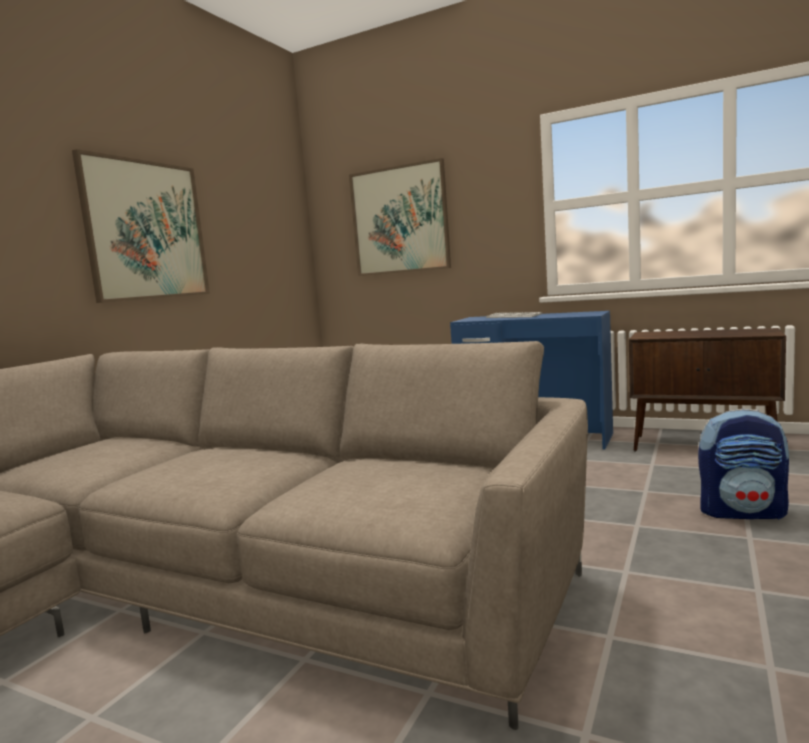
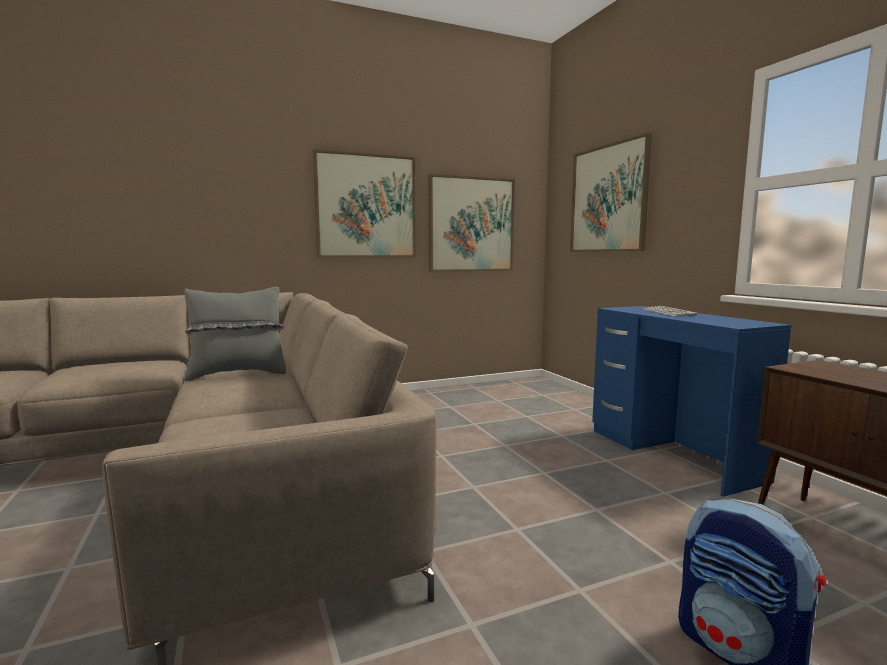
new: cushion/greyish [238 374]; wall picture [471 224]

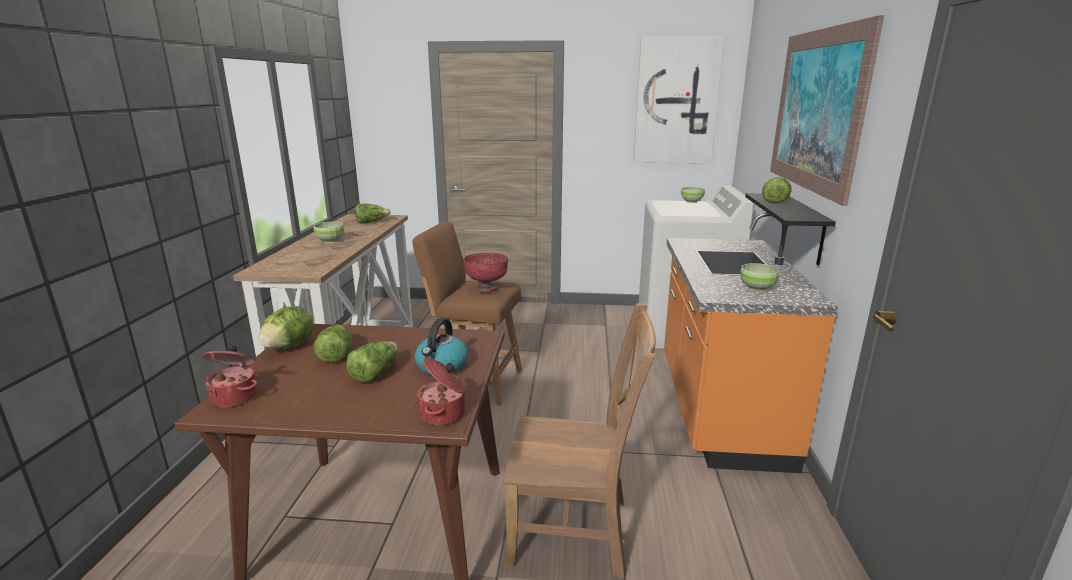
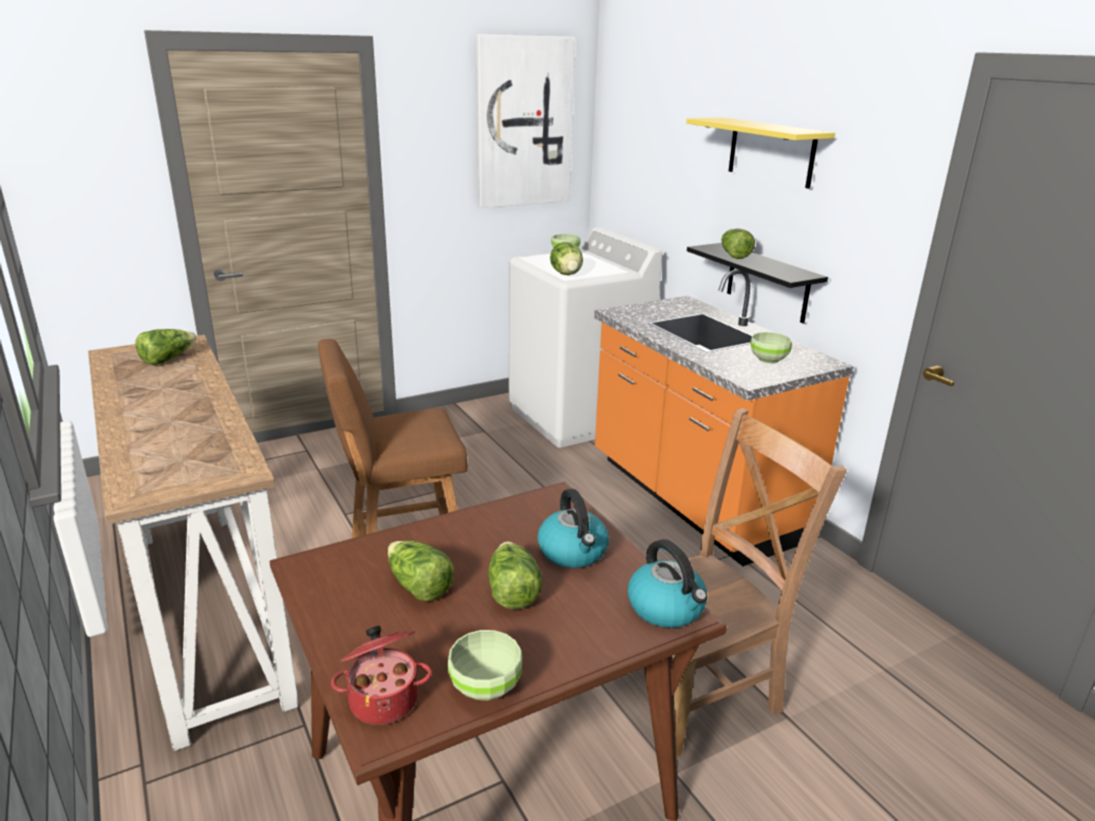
gone: serving bowl/reddish [486 289]
shifted: lettuce [289 347] to [566 274]; serving bowl/greenish [330 241] to [485 688]
swapped: stockpot [444 414] to kettle [667 608]; wall picture [816 110] to bracket shelf/yellow [771 152]

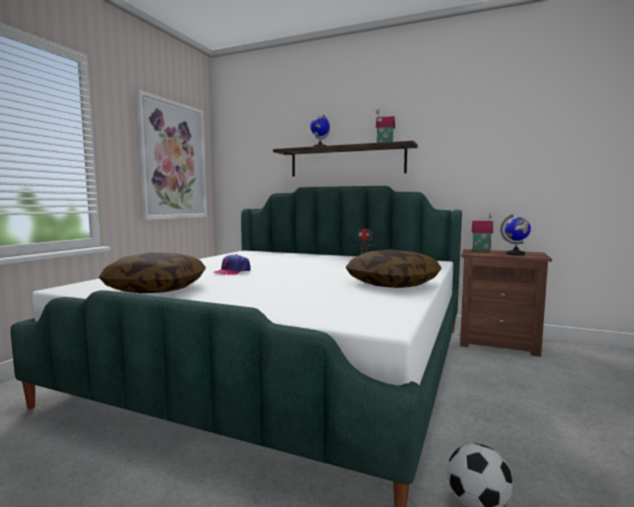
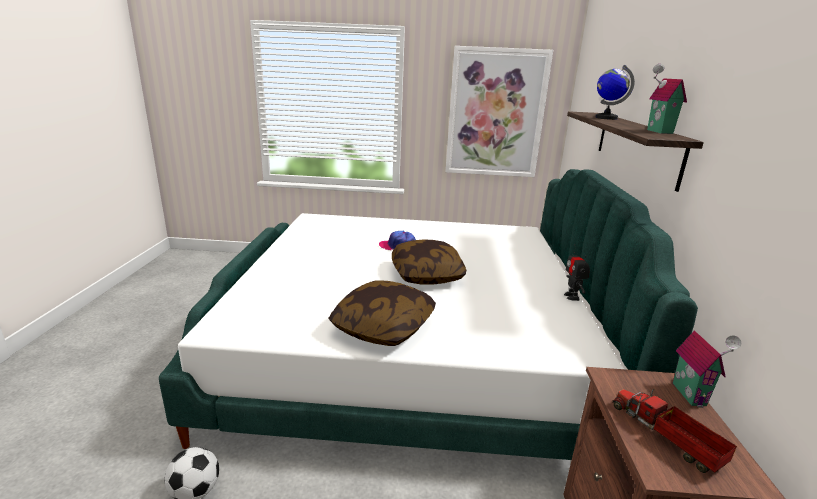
shifted: cushion [157 289] to [427 275]
swapped: desk globe [515 254] to toy truck [667 437]

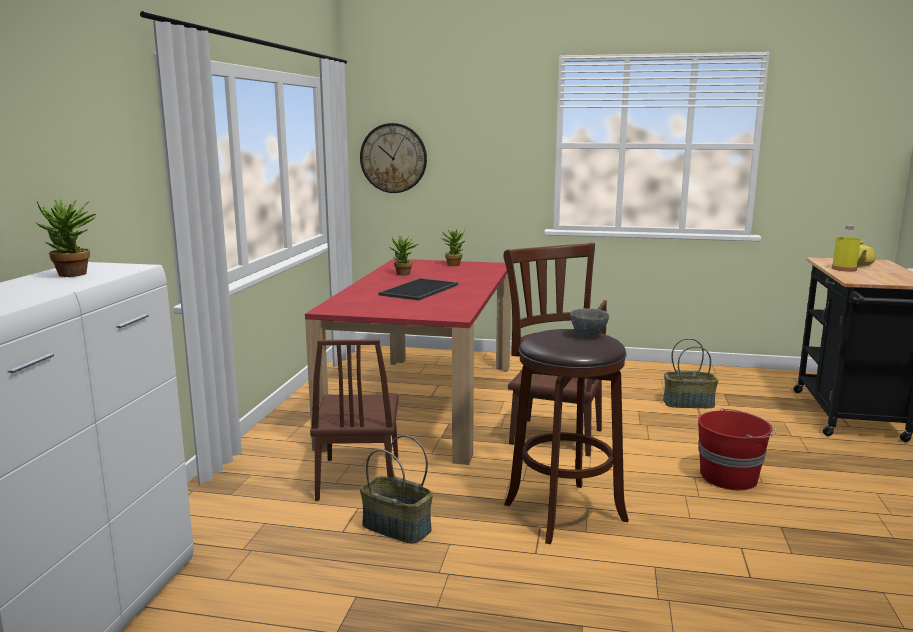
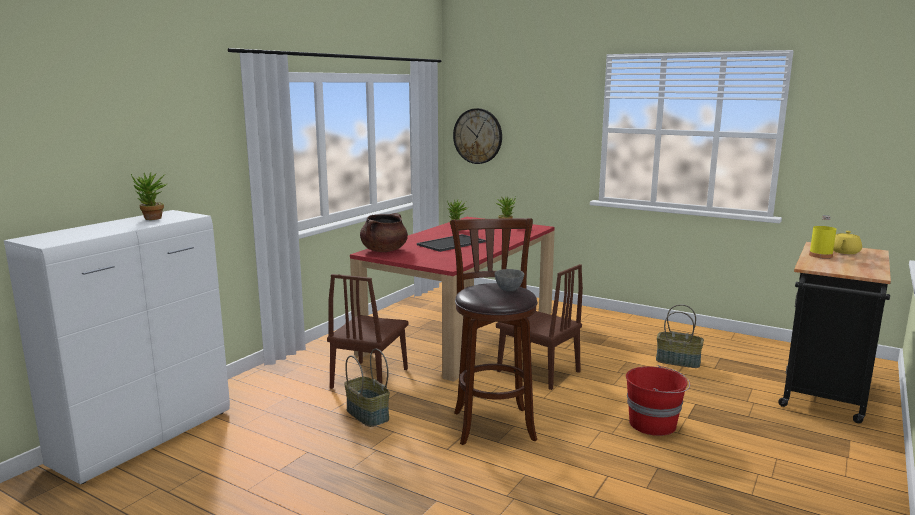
new: stockpot/brown-coloured [384 250]

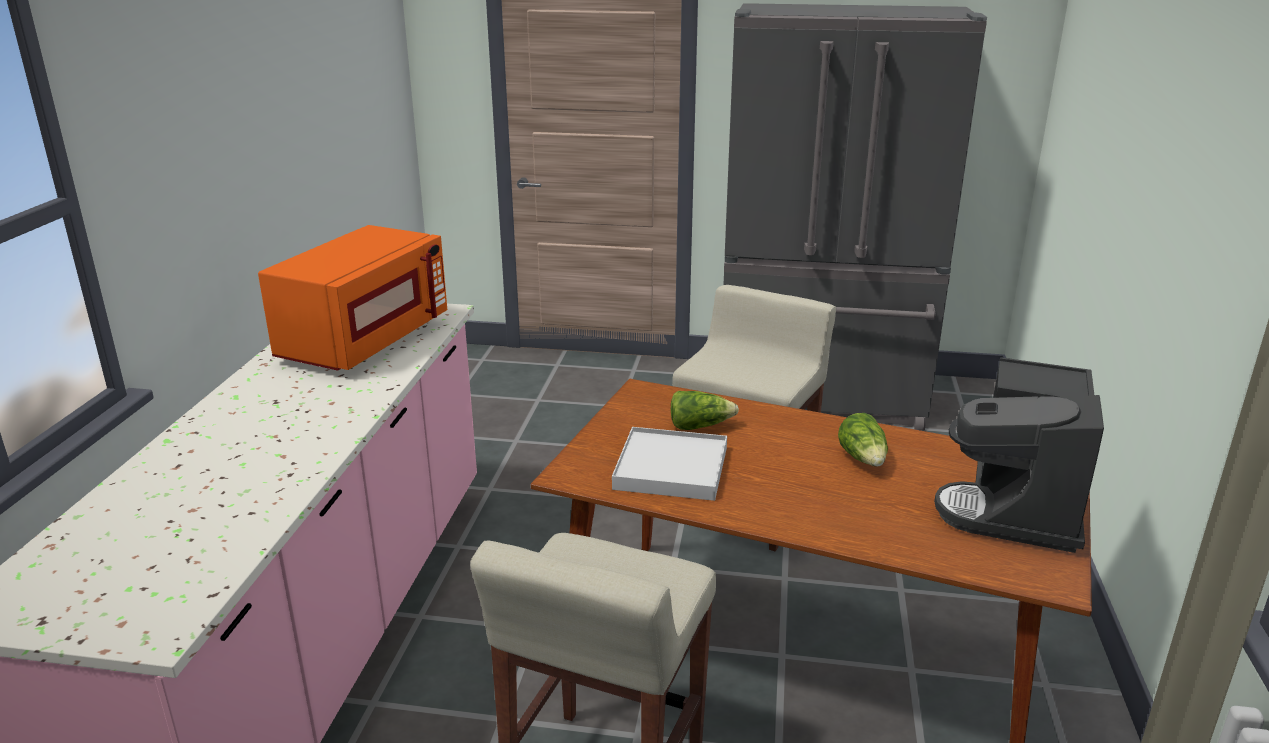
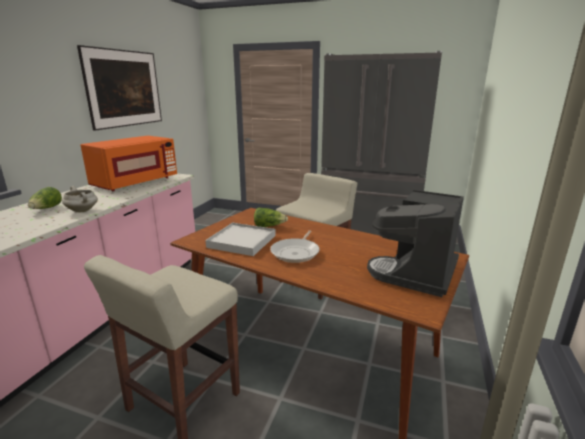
new: stockpot/whitish [83 211]; wall picture [127 107]; frying pan [296 252]
shifted: lettuce [863 459] to [46 209]

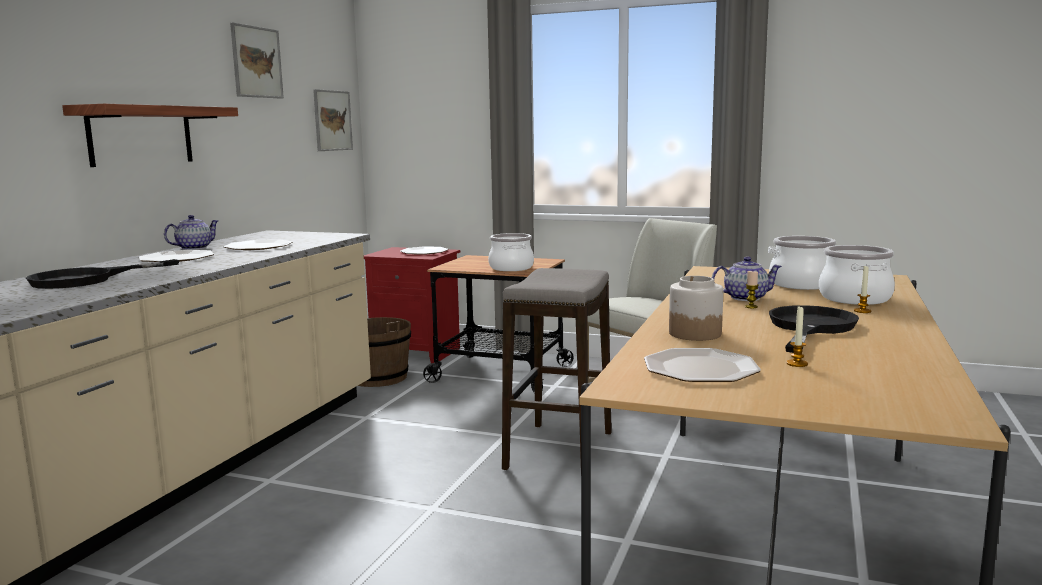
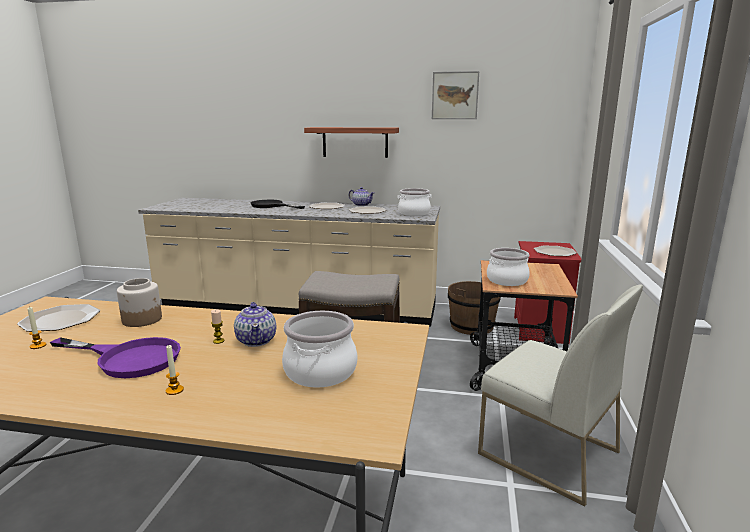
gone: wall picture [332 120]
shifted: stockpot [854 298] to [414 213]
repainted: frying pan/black-coloured [809 328] to frying pan/purple-coloured [129 358]

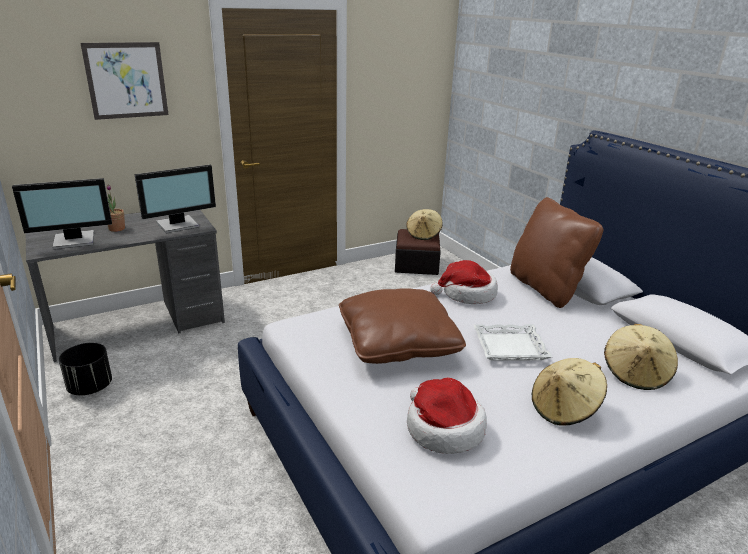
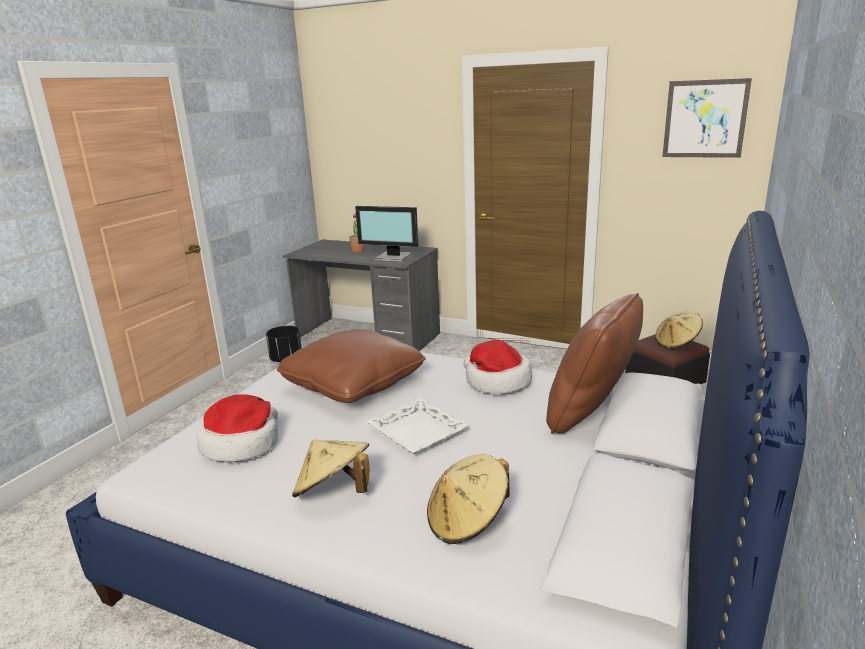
gone: computer screen [74 241]
shifted: wall picture [126 80] to [705 119]

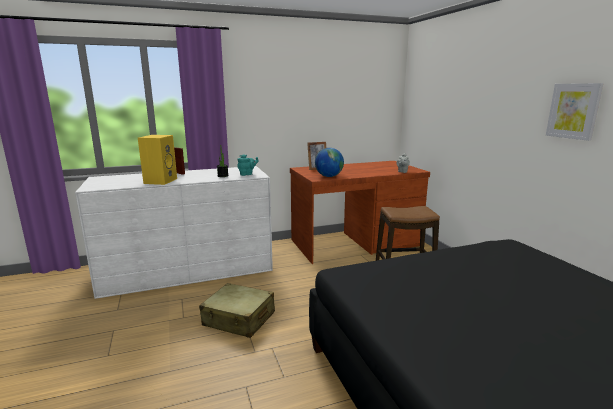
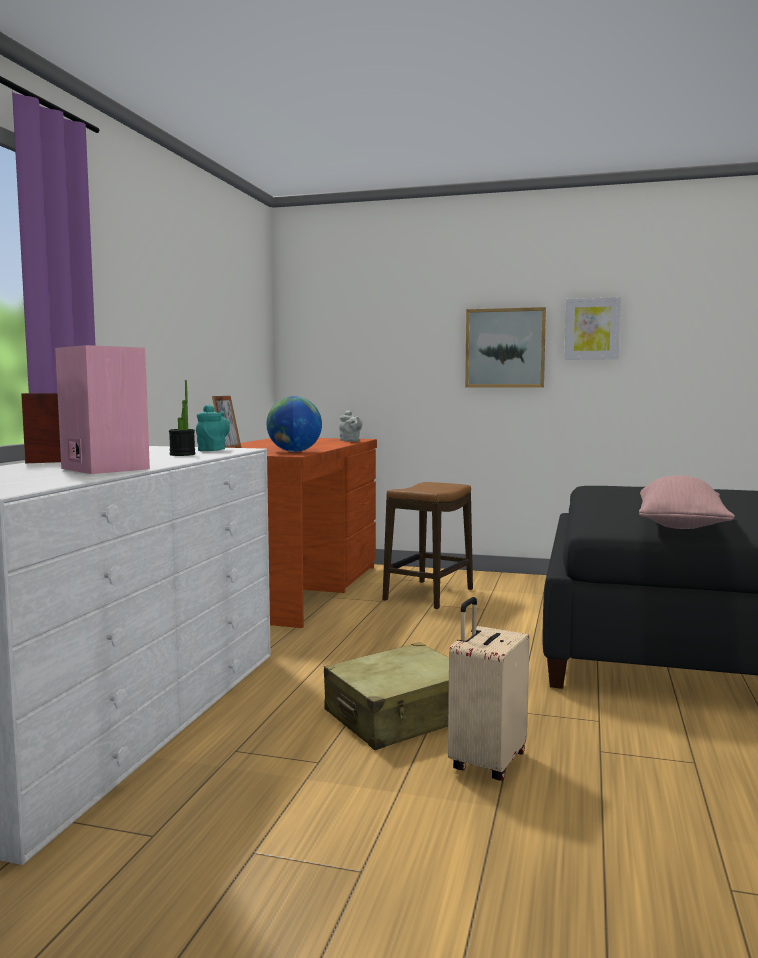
new: travel case/beige [486 762]; wall picture [505 348]; cushion/pink-coloured [681 526]
repainted: speaker/yellow [160 181] to speaker/pink-coloured [102 469]

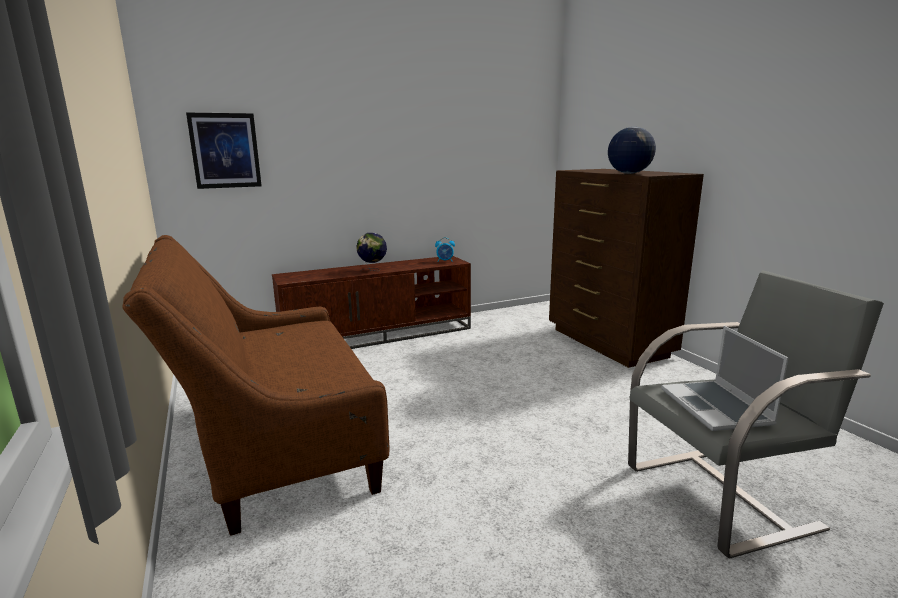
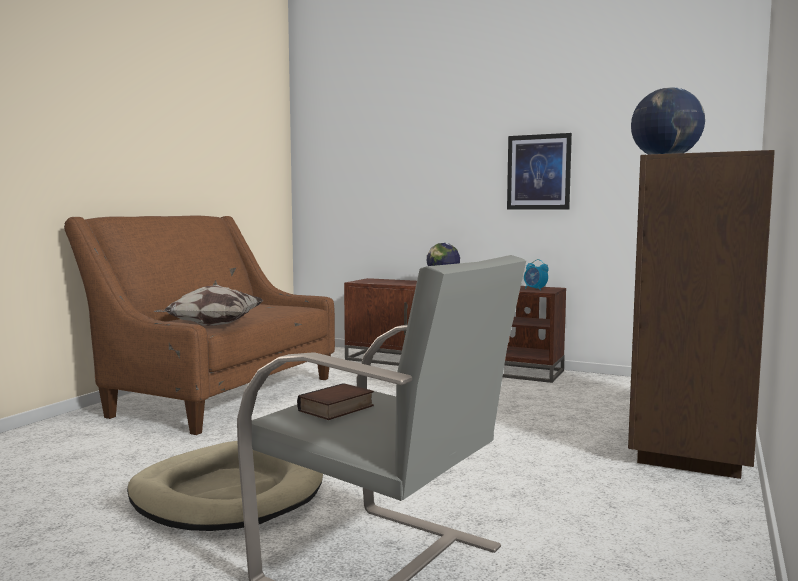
new: pet bed/beige [227 494]; cushion [212 325]
shifted: wall picture [225 151] to [538 172]
swapped: laptop [717 407] to book [337 409]

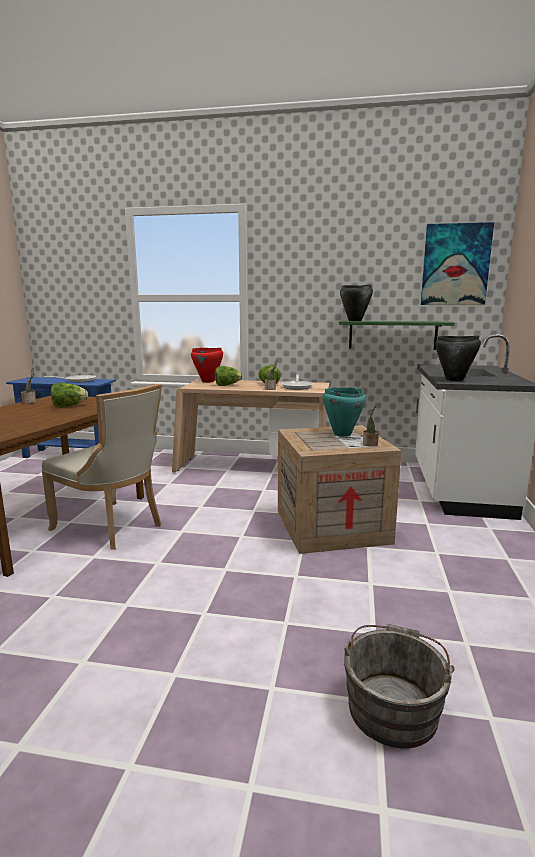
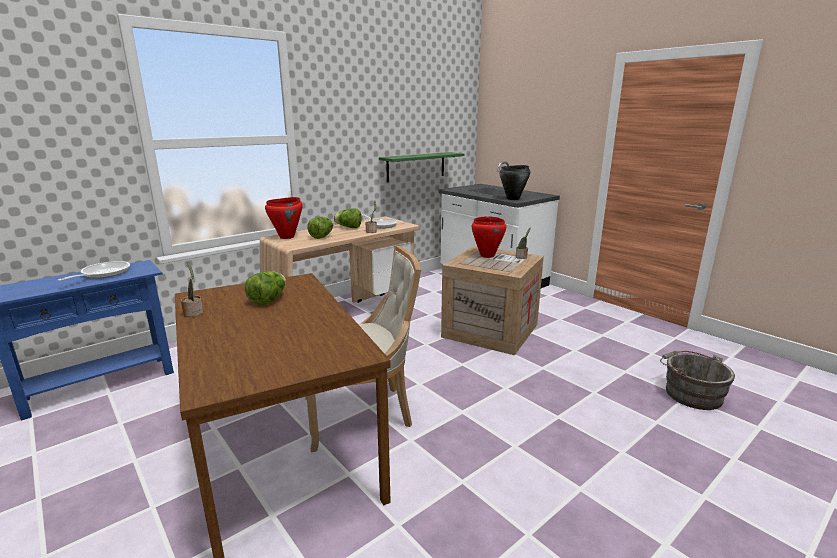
gone: stockpot/black-coloured [355 321]; wall picture [455 265]
repainted: stockpot/turquoise [341 434] to stockpot/reddish [487 255]

